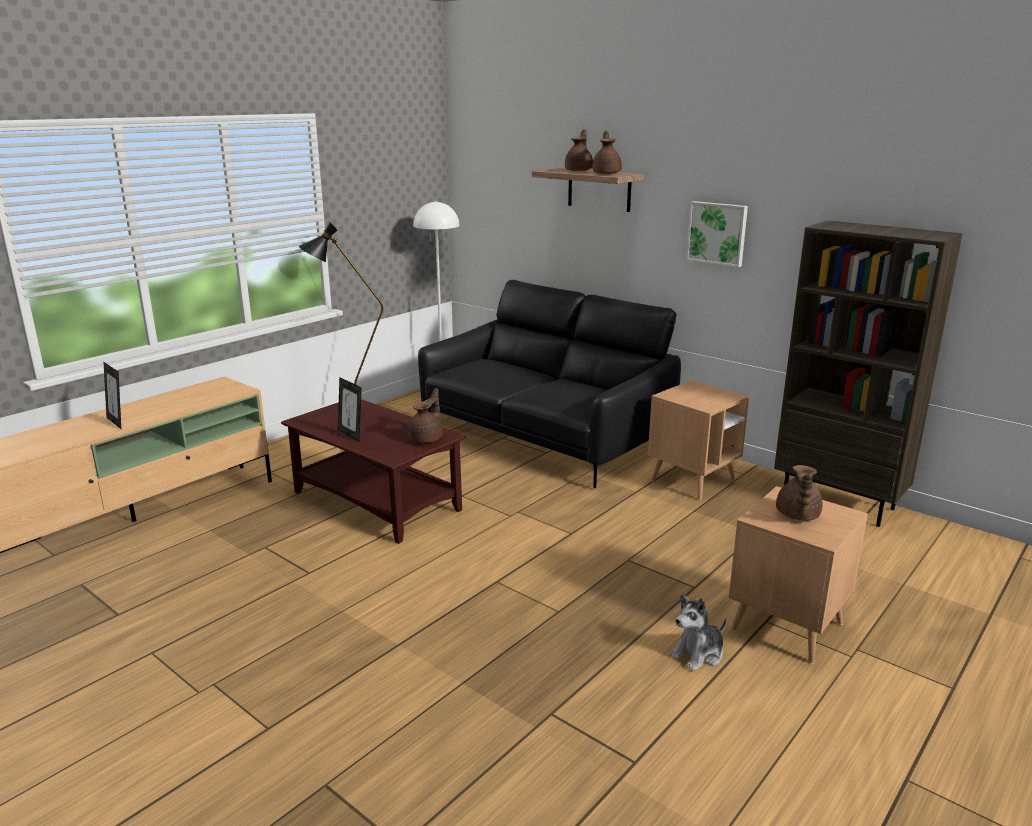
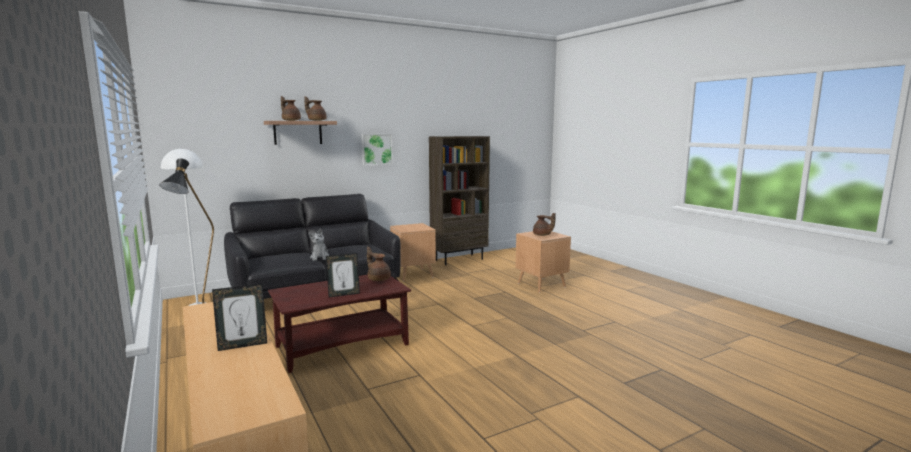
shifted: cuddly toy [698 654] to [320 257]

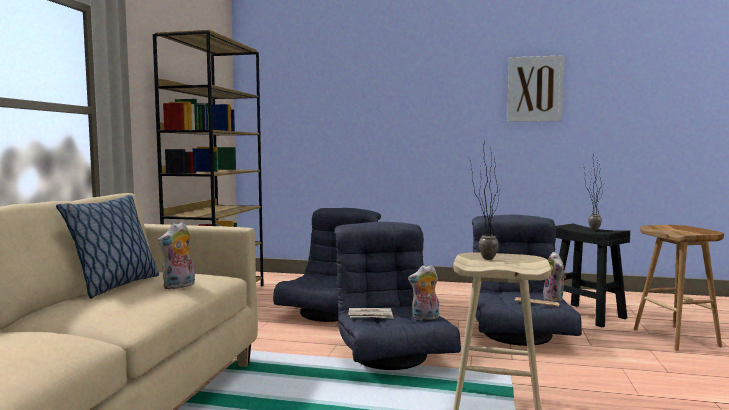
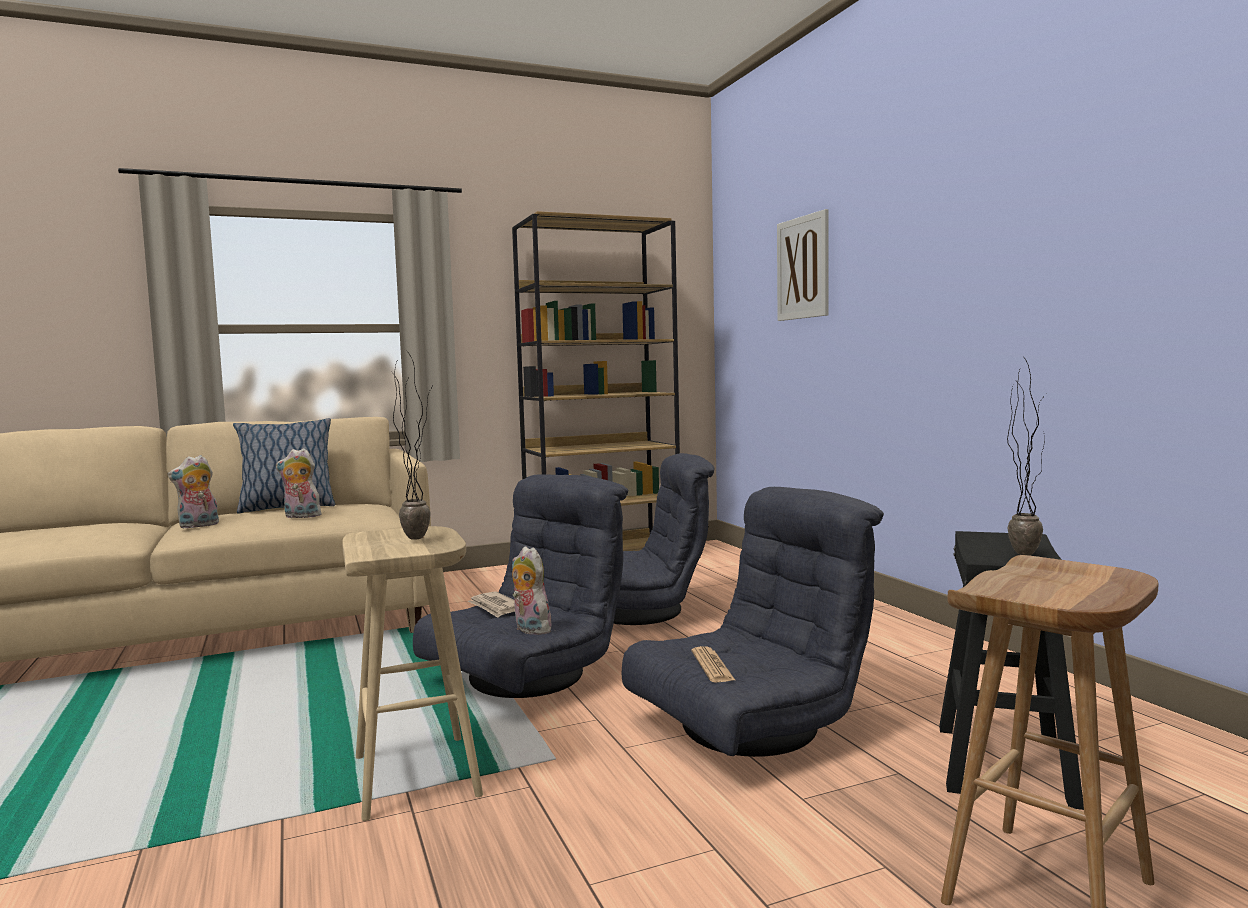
shifted: wall picture [535 89] to [803 268]; cuddly toy [555 299] to [198 526]

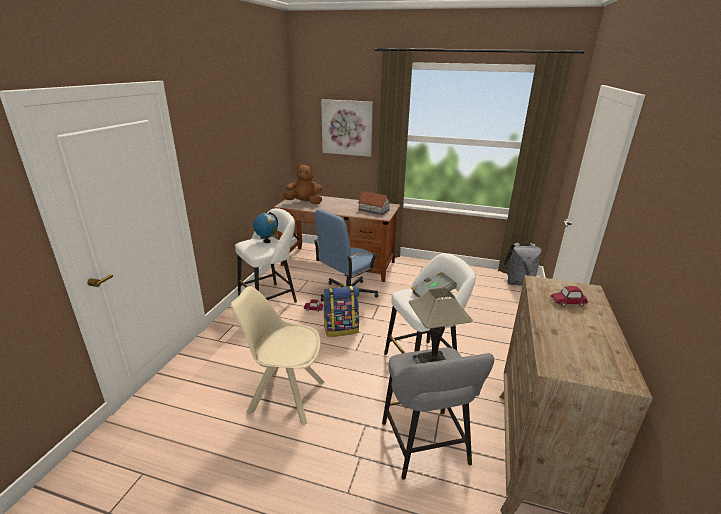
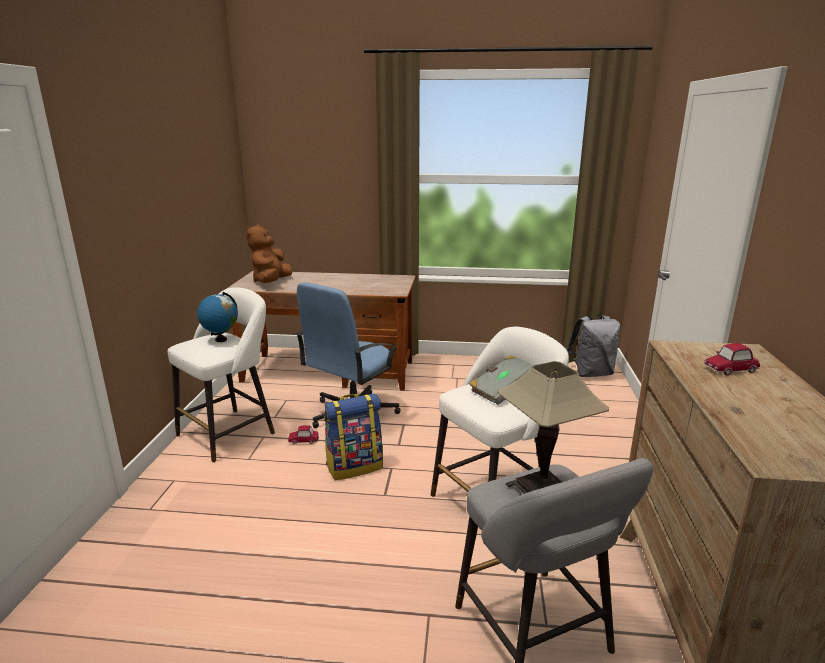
gone: upright chair/beige [285 396]; wall picture [347 127]; model house [374 210]
rotated: cuddly toy/brown-coloured [304 203] = [271 282] 75 degrees counterclockwise

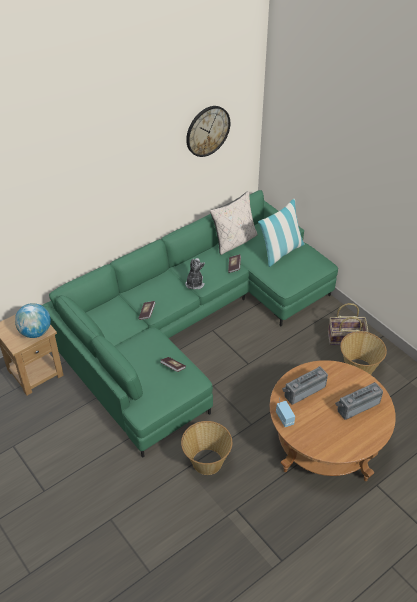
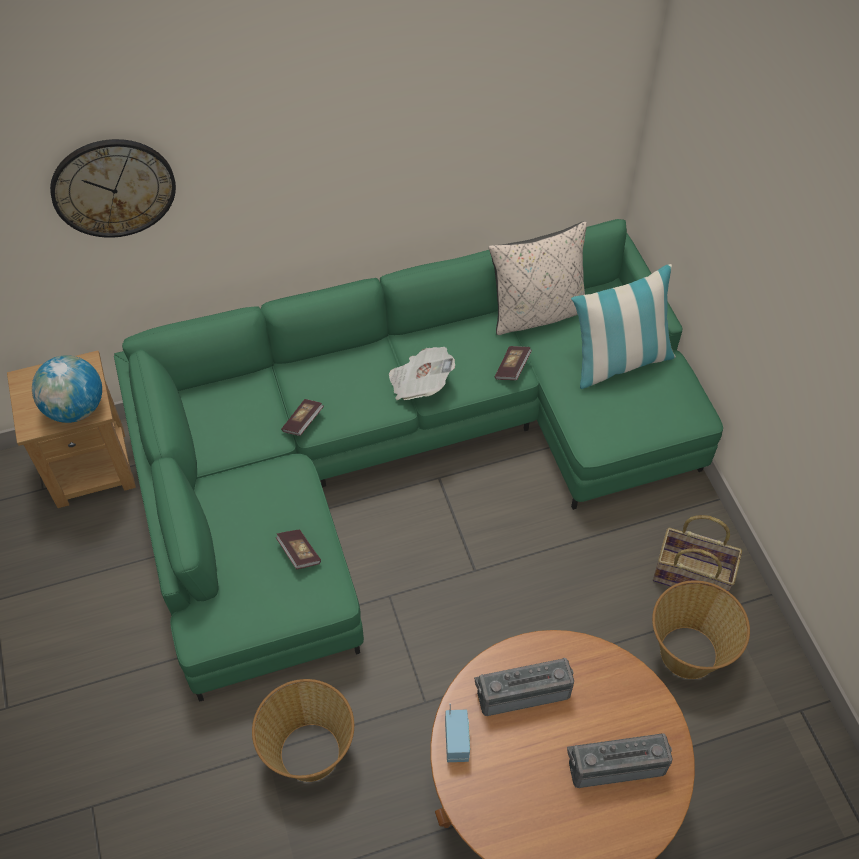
shifted: wall clock [207 131] to [113 187]
swapped: cuddly toy [194 283] to printed paper [420 384]

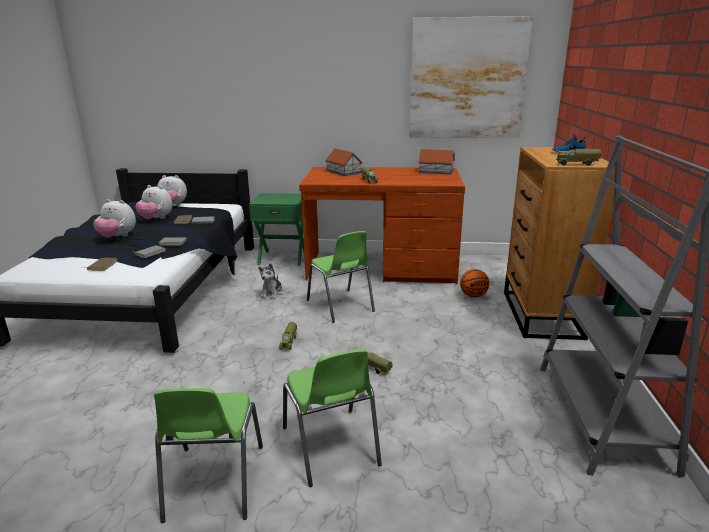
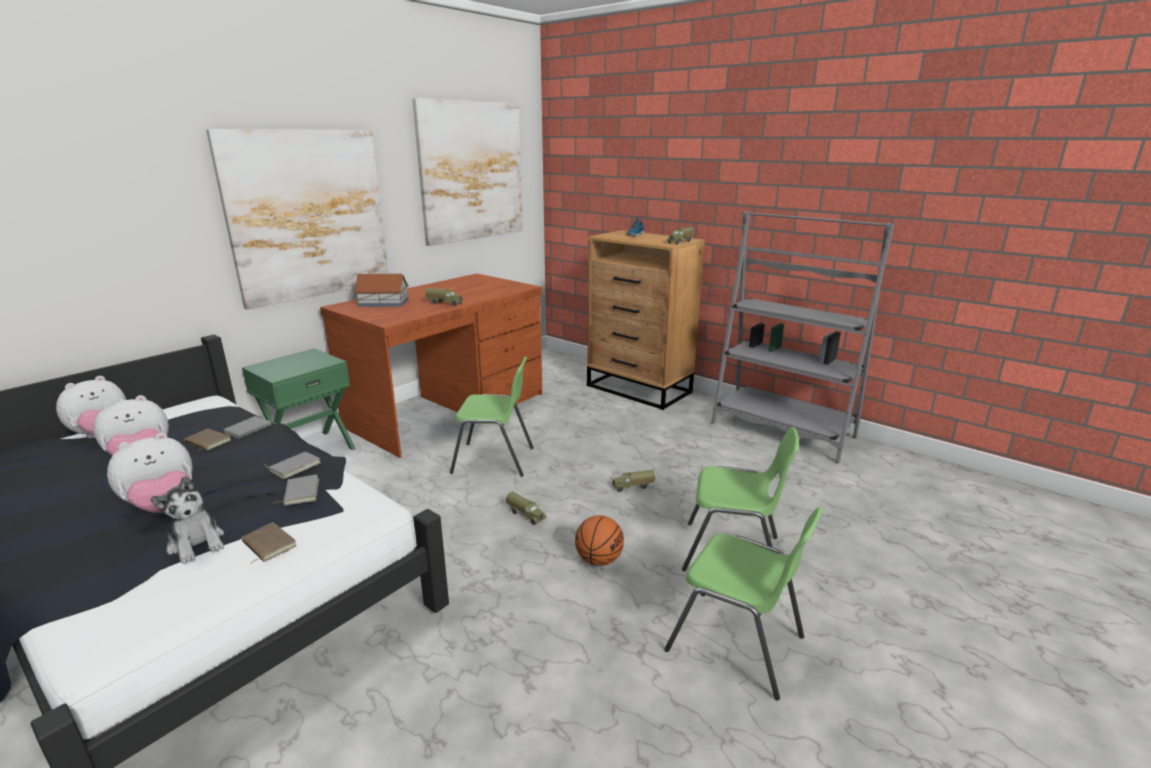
gone: model house [435 171]
new: wall picture [308 215]
shifted: cuddly toy [272 293] to [197 543]; ball for basketball [473 296] to [598 560]

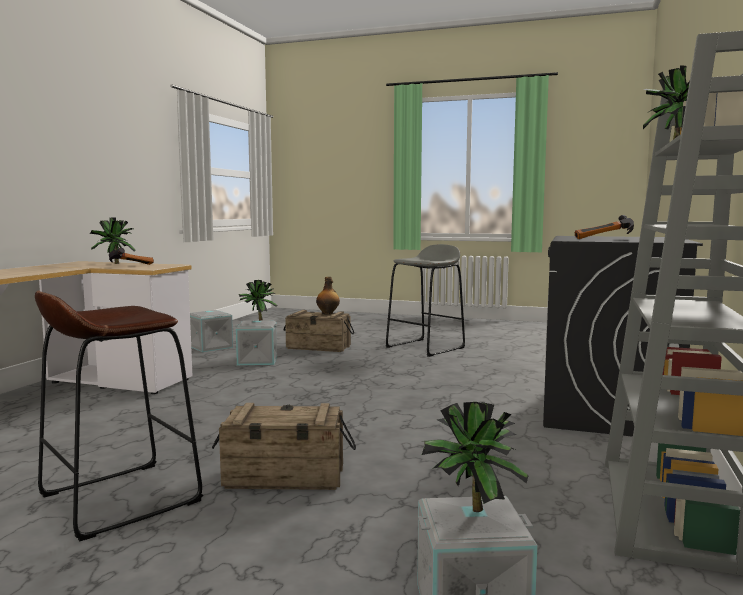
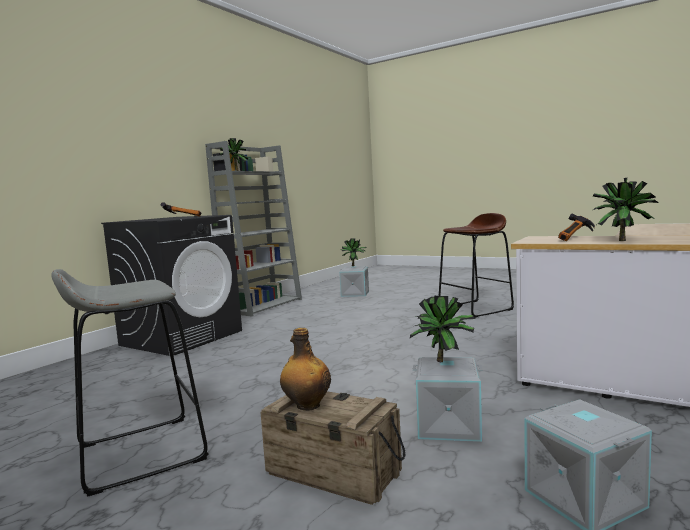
gone: shipping crate [284 477]

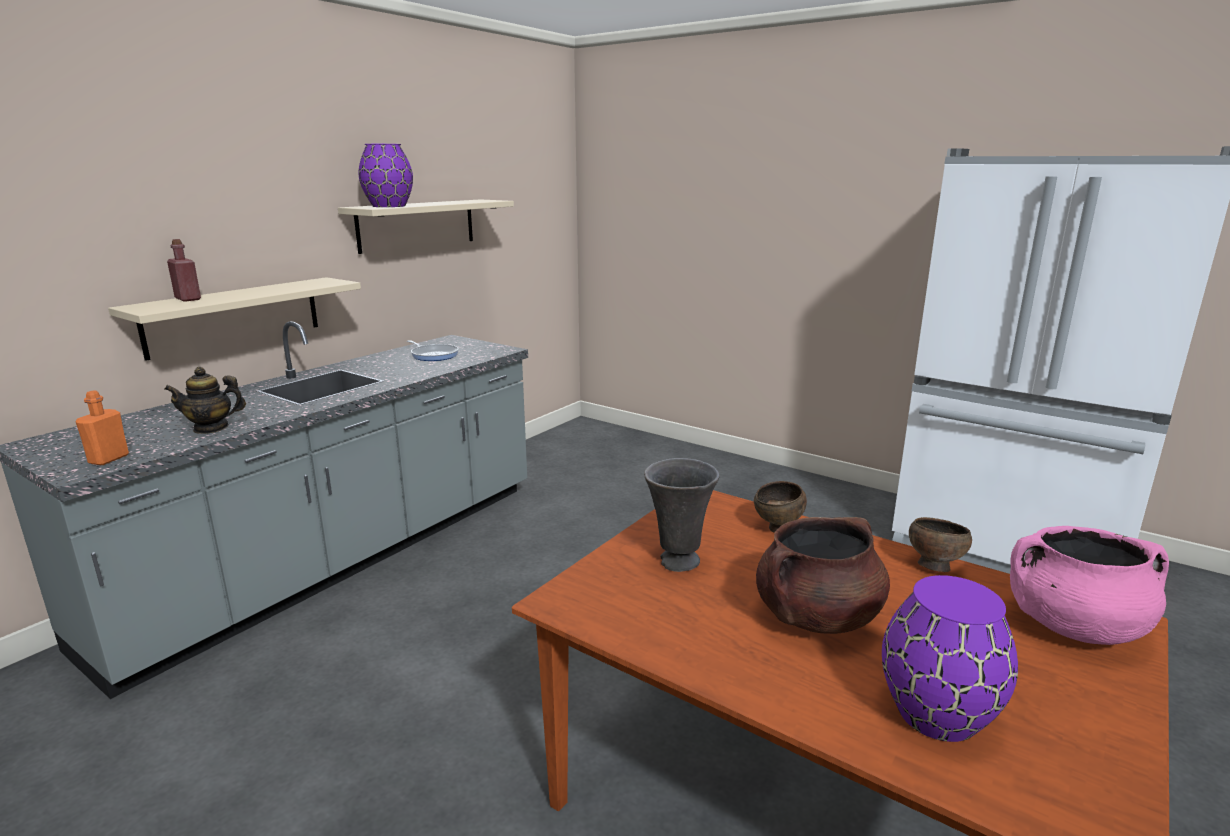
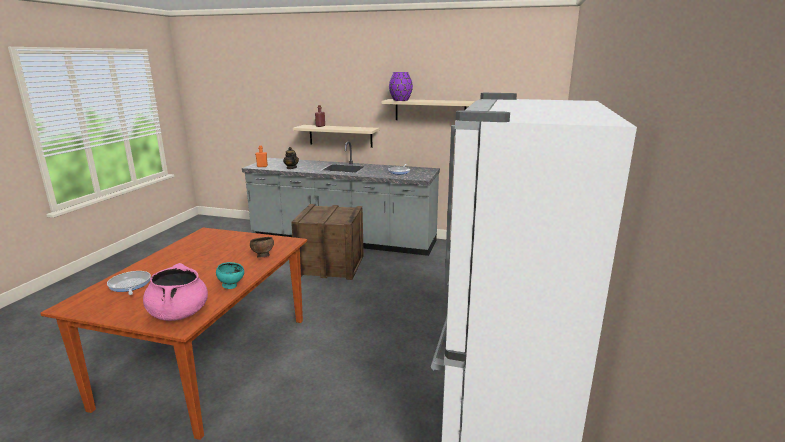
gone: vase/greyish [678 562]; stockpot/brown-coloured [816 617]
new: shipping crate [331 265]
swapped: vase/purple-coloured [938 715] to frying pan [129 285]
repainted: serving bowl/brown-coloured [933 566] to serving bowl/turquoise [232 286]

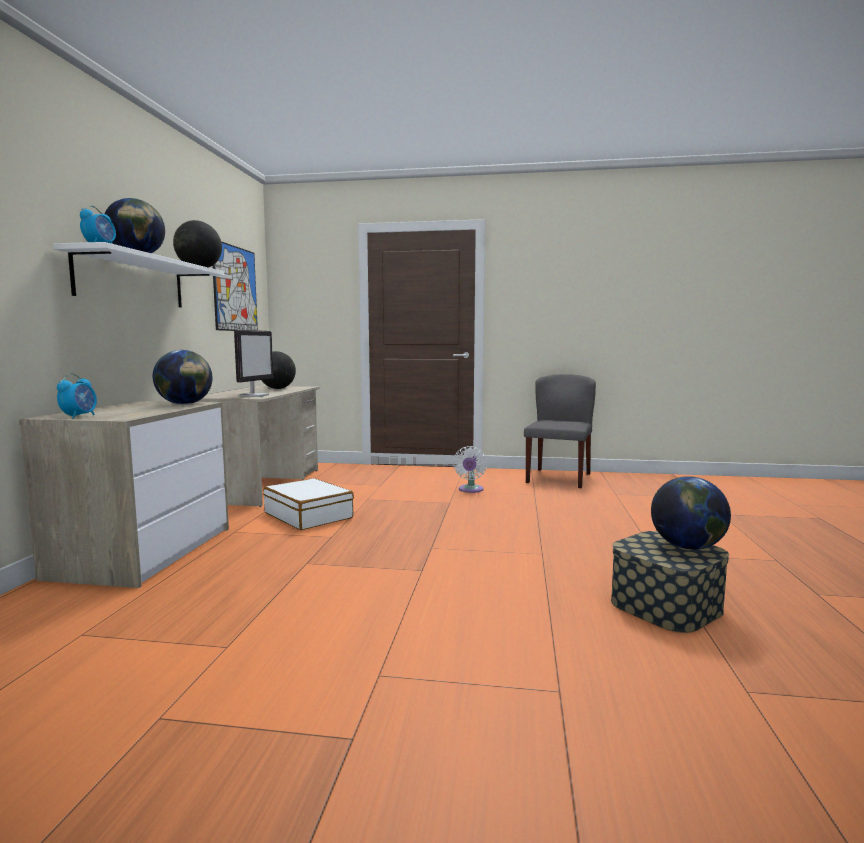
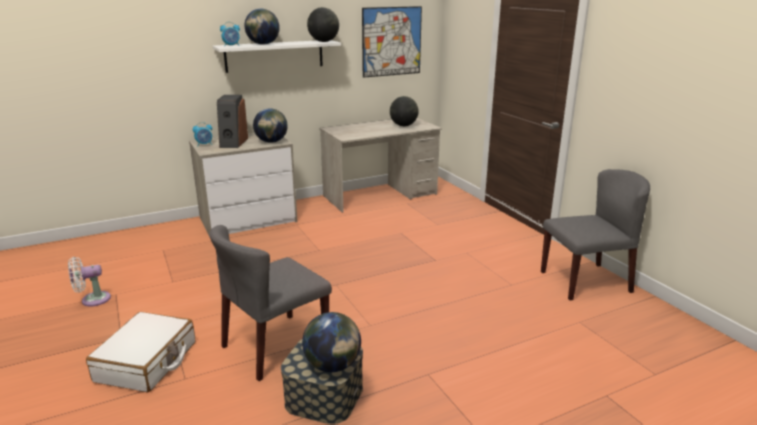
gone: computer screen [253 395]
new: upright chair/greyish [275 346]; speaker [233 142]
shifted: travel case/whitish [309 515] to [147 362]; cooling fan/whitish [470 490] to [92 300]

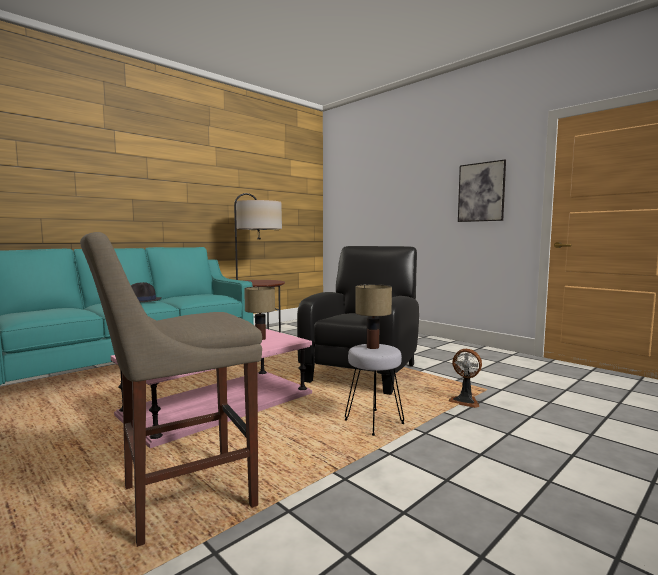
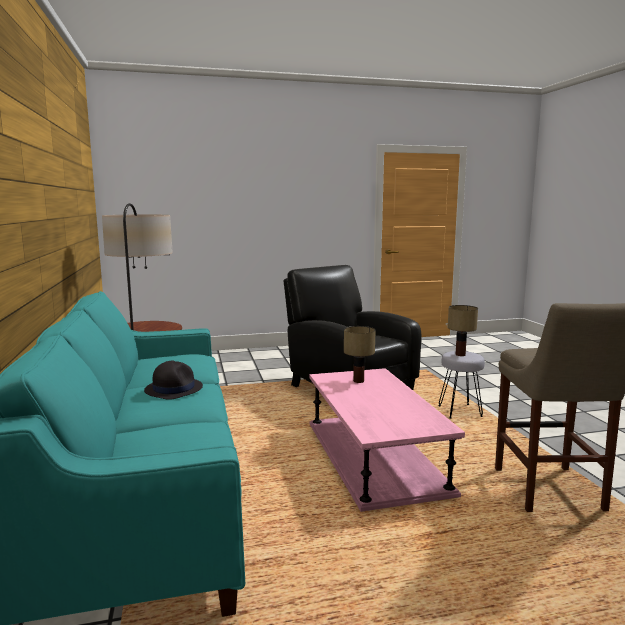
gone: cooling fan [465 401]; wall picture [481 192]

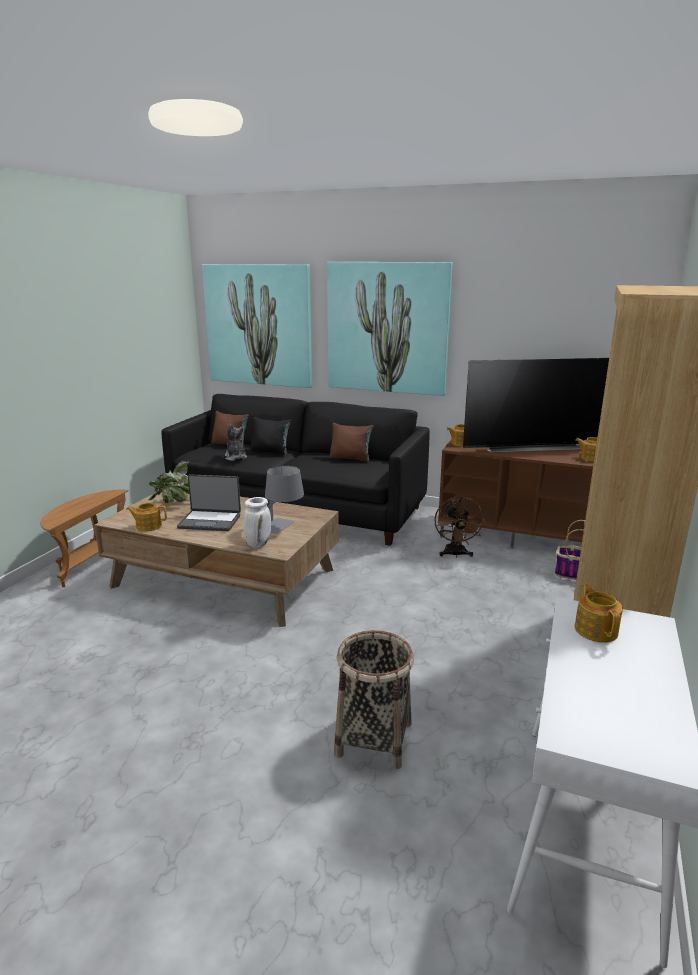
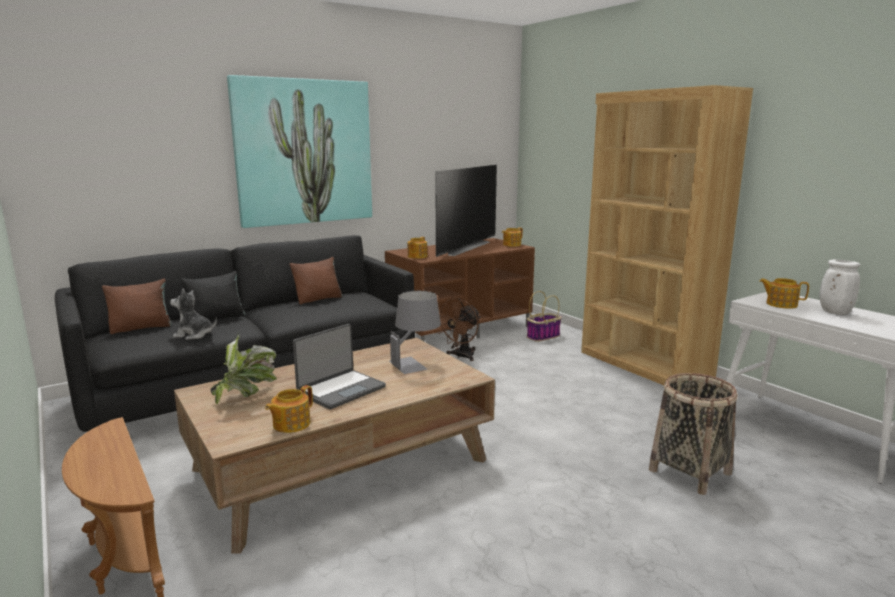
gone: wall picture [259 325]
shifted: vase/whitish [258 544] to [834 312]
rotated: cooling fan/brown-coloured [455 554] = [460 356] 90 degrees clockwise

